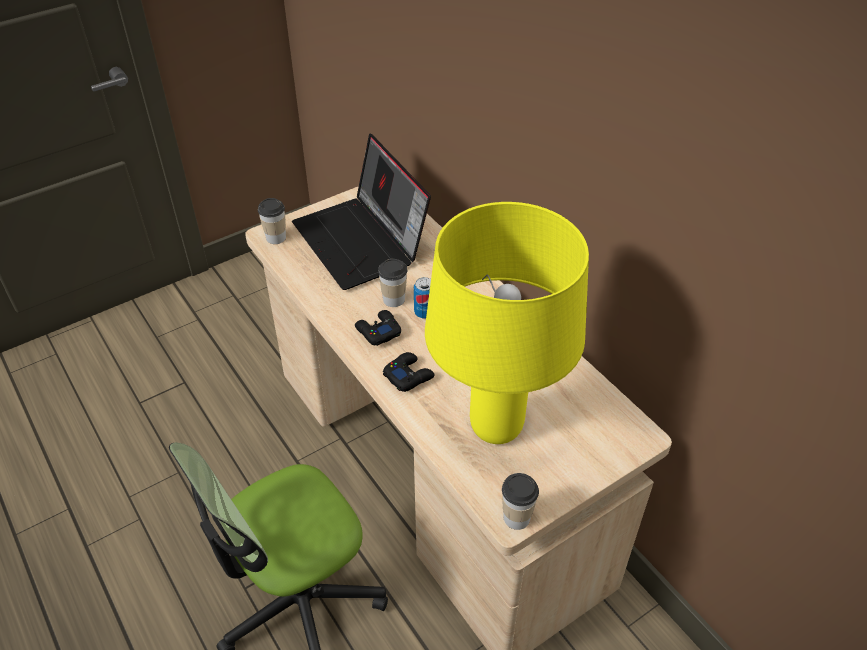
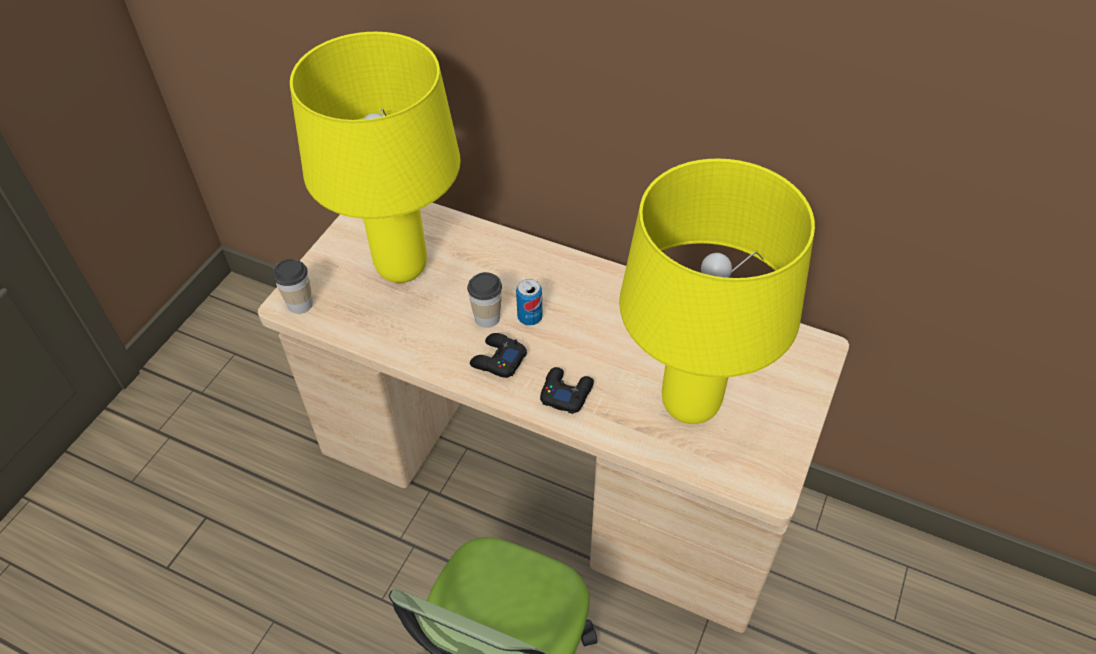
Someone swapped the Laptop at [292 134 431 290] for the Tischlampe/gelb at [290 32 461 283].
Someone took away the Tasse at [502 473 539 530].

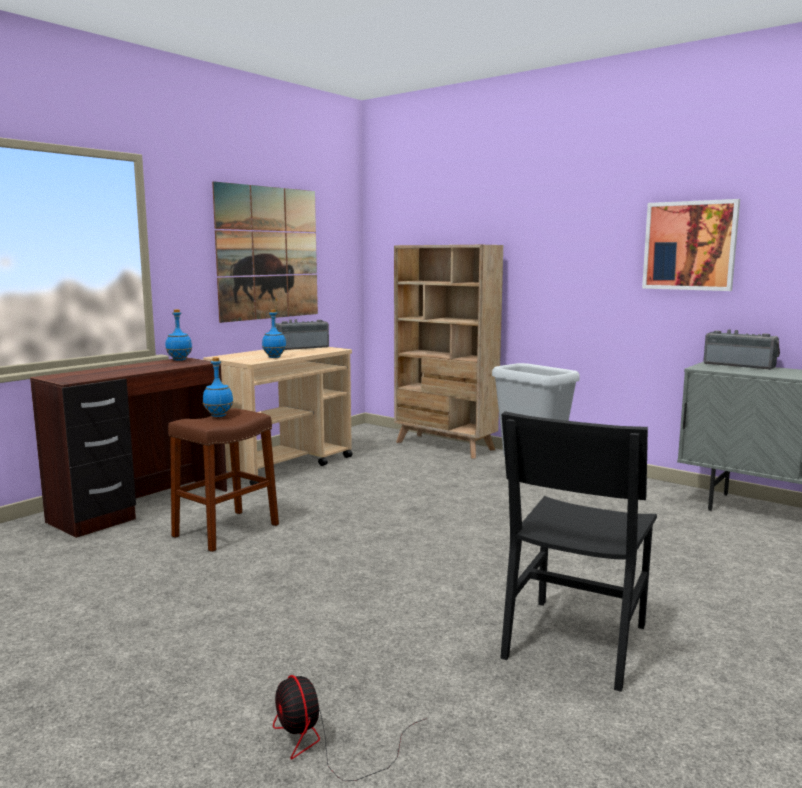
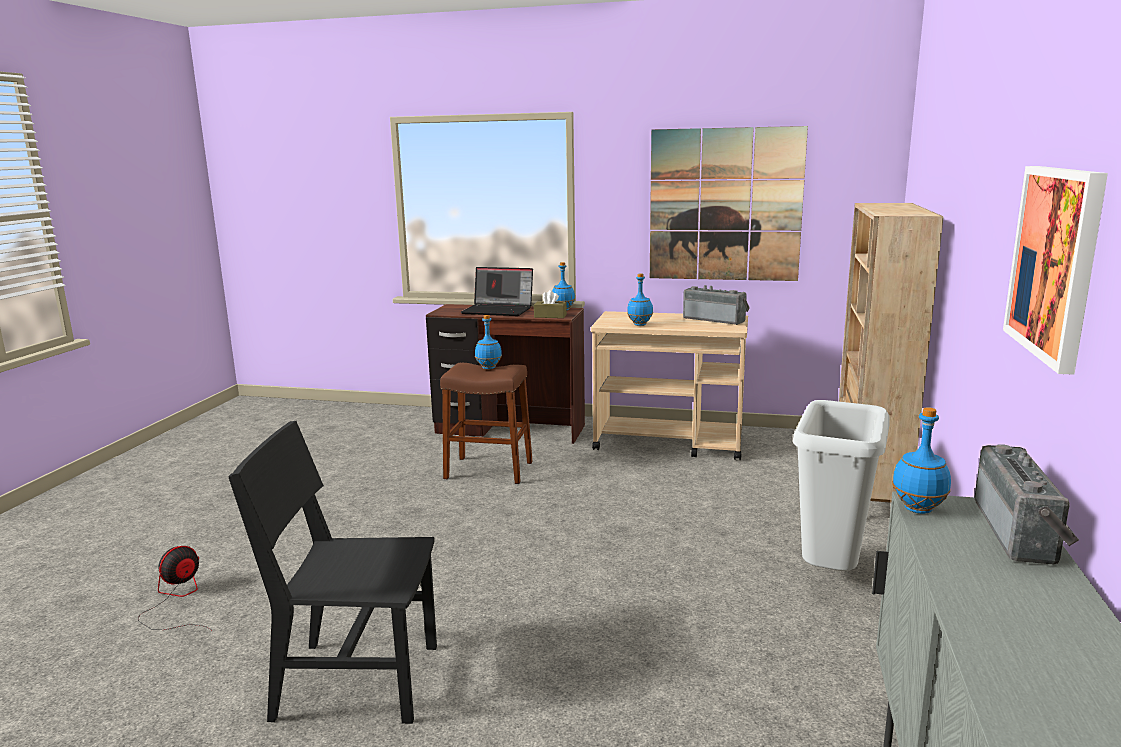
Someone put down the Laptop at [461 267 533 316].
Someone put down the Taschentuchbox/braun at [534 290 567 318].
Someone put down the Flasche/blau at [892 407 951 514].

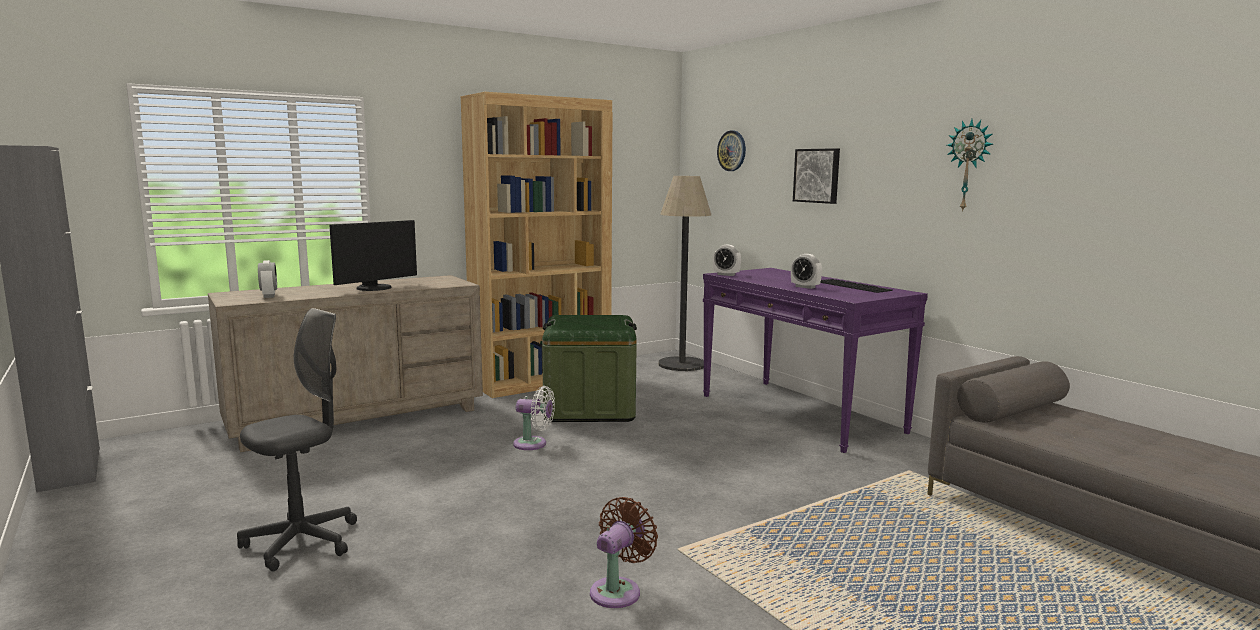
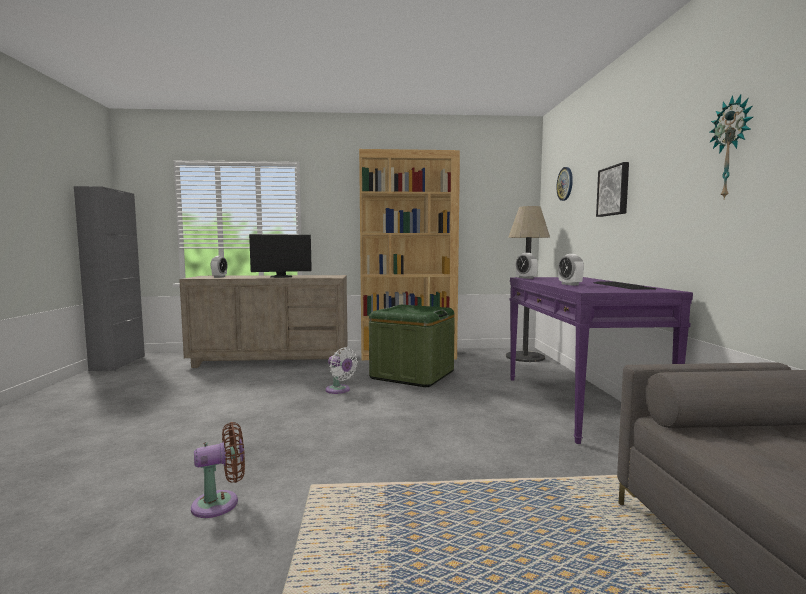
Someone took away the Bürostuhl/grau at [237 308 357 572].

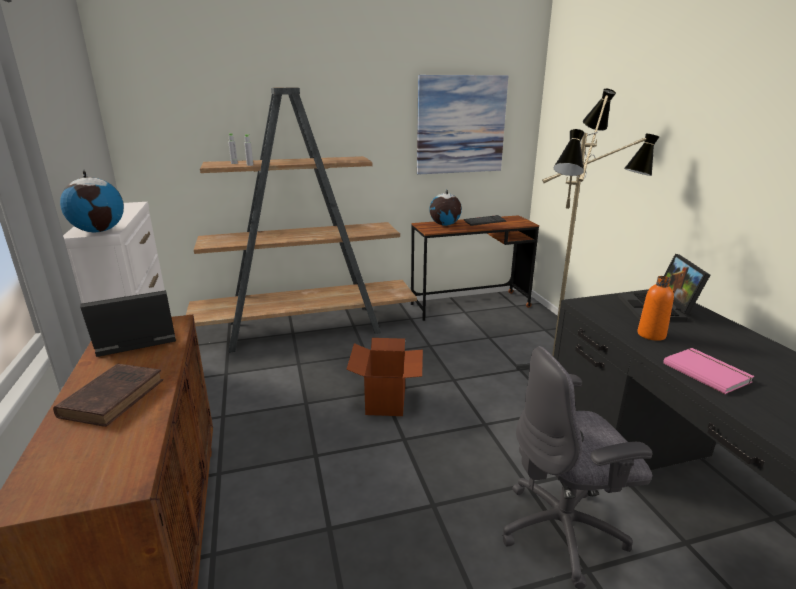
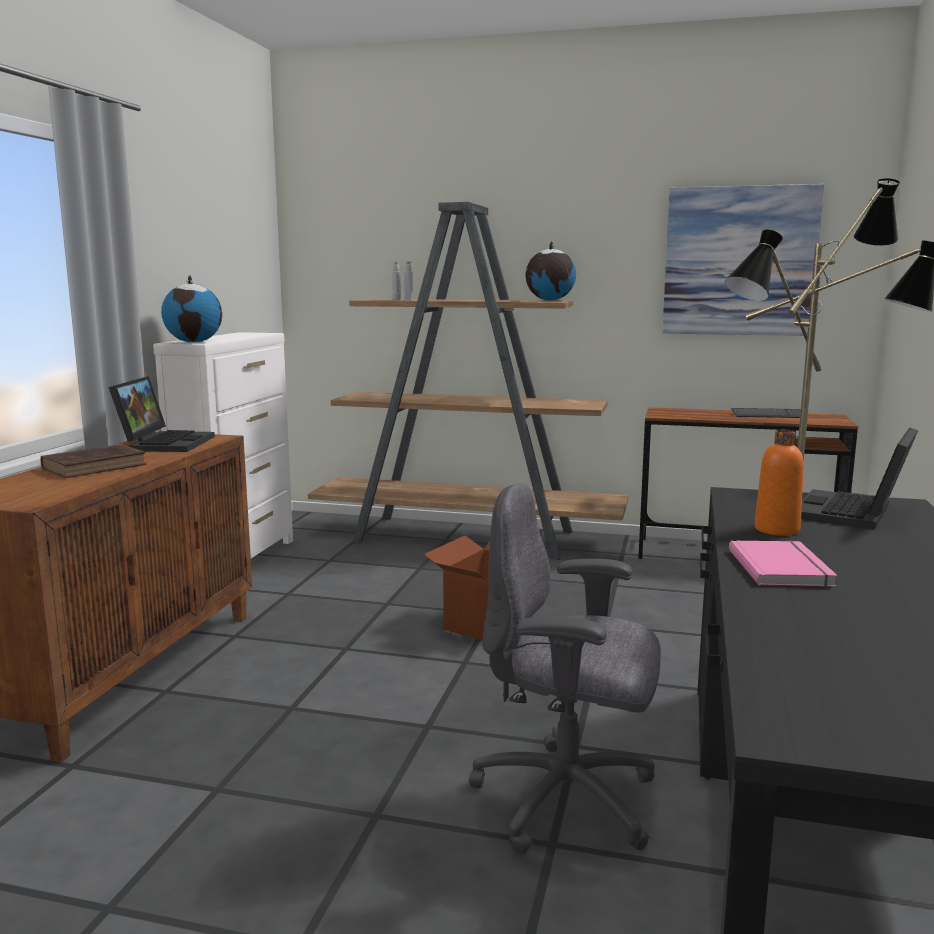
Someone carried the Globus from [430 189 462 226] to [525 241 576 301].
Someone rotated the Laptop at [80 290 176 357] by 90 degrees clockwise.

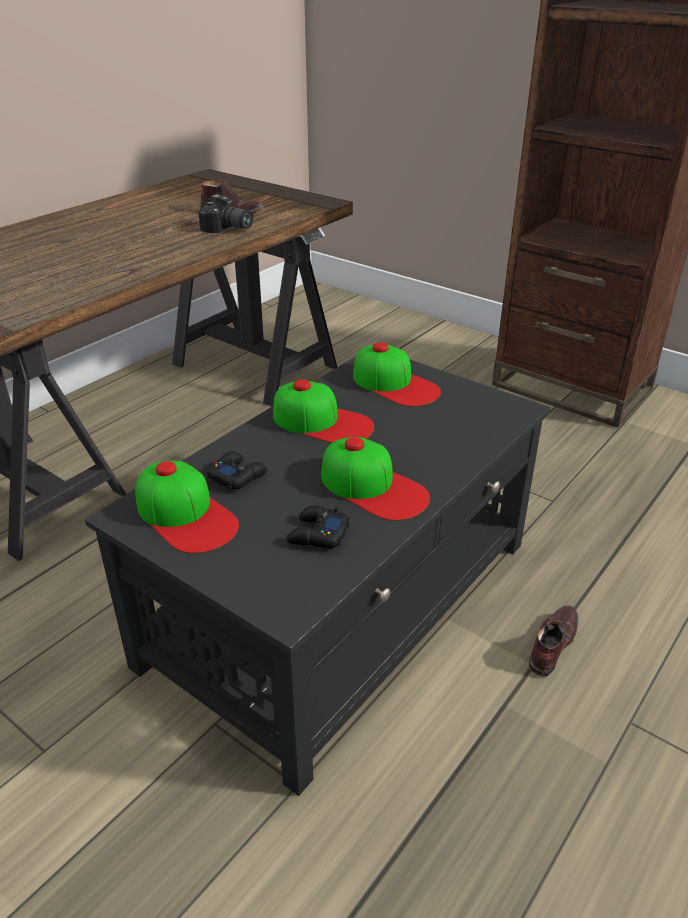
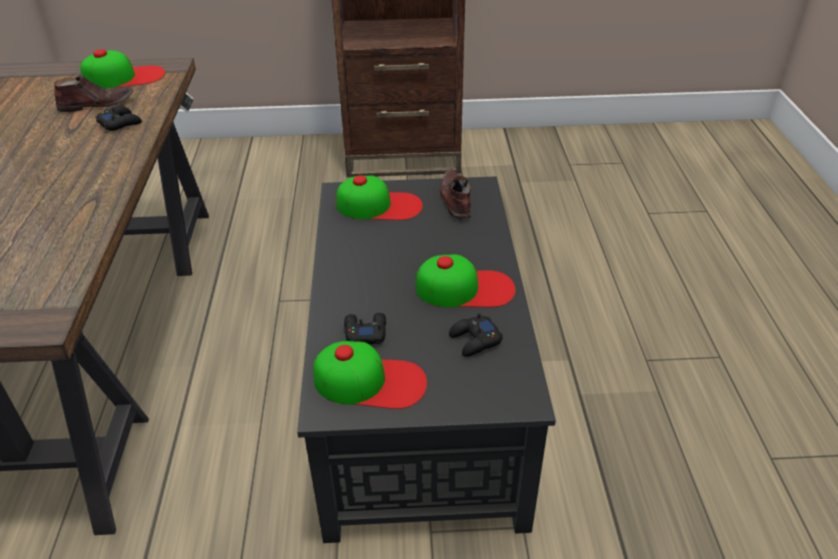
Someone swapped the Kamera at [199 194 253 233] for the Gamepad/schwarz at [95 105 142 131].
Someone carried the Kappe from [273 379 374 443] to [80 49 165 89].
Someone carried the Schuh/braun from [529 605 579 677] to [440 170 471 220].

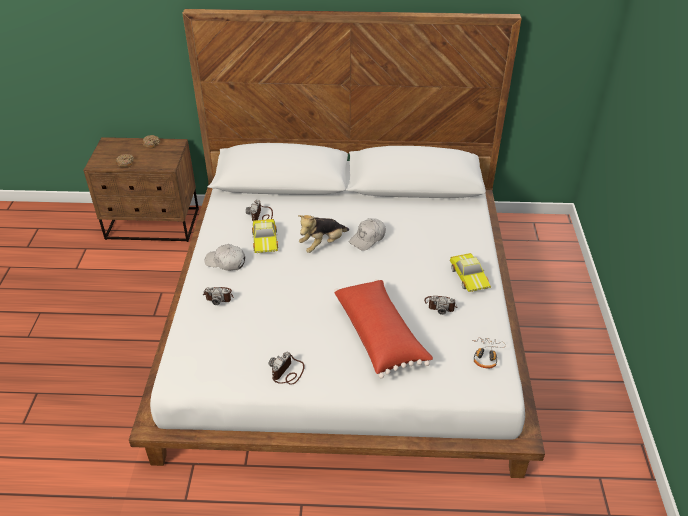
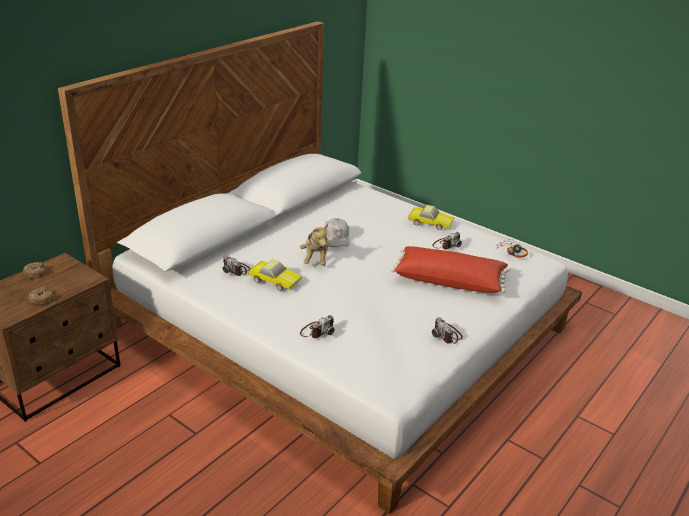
Someone took away the Kappe/weiß at [204 244 245 271].

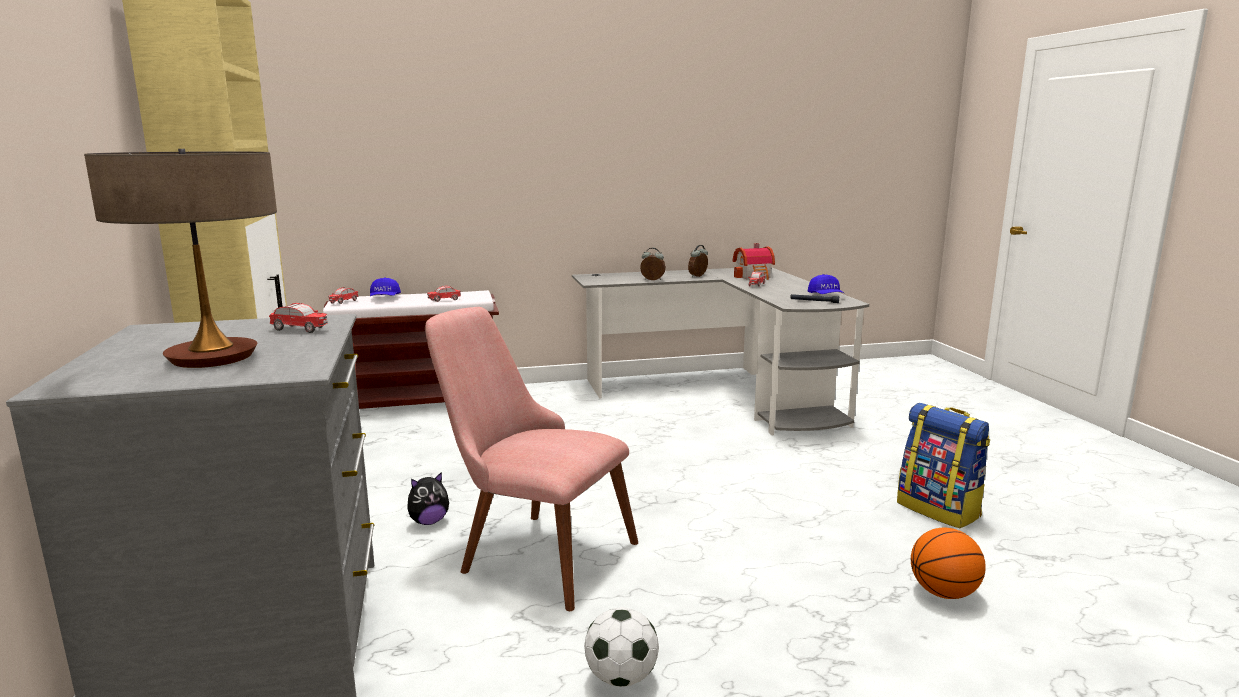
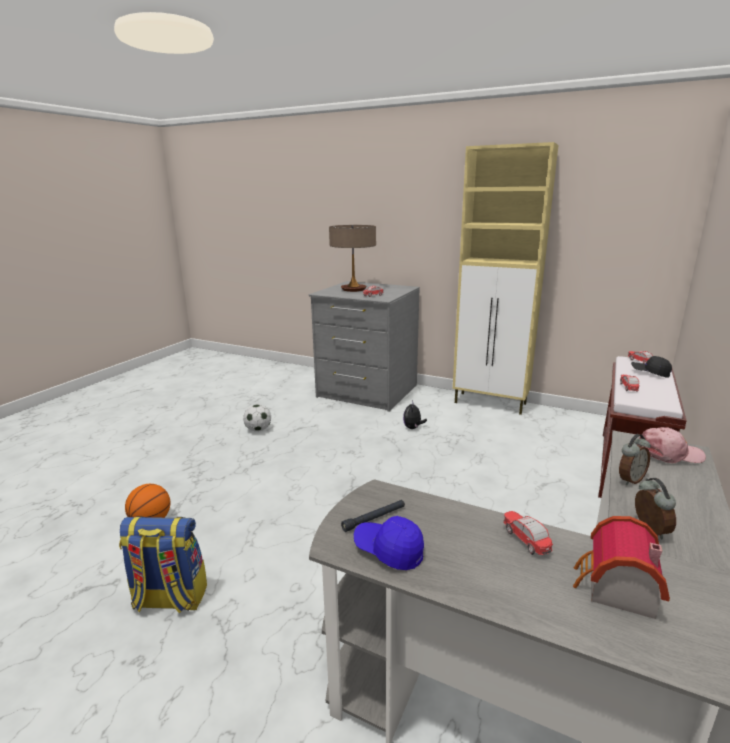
Someone repainted the Kappe/blau at [370 278 401 296], which became the Kappe/schwarz at [631 356 672 378].
Someone took away the Stuhl/rosa at [425 307 638 611].
Someone put down the Kappe/rosa at [638 427 706 463].

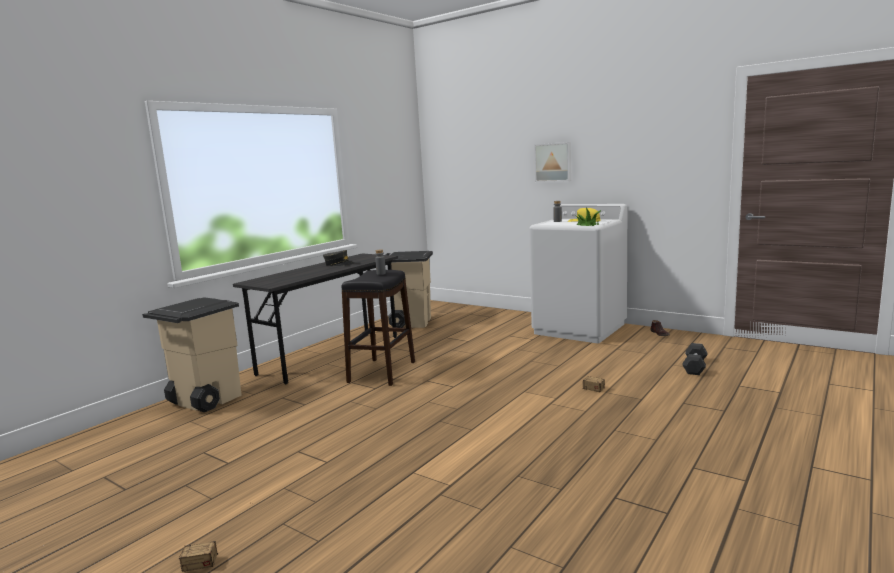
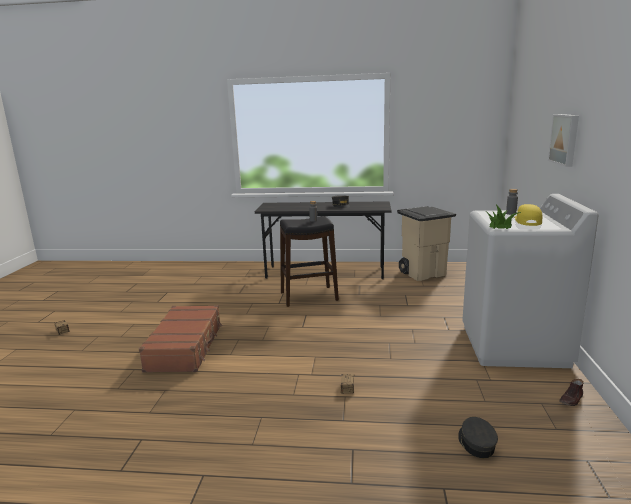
Someone took away the Mülleimer/beige at [142 297 242 412].
Someone swapped the Hantel/grau at [682 343 708 375] for the Kappe/grau at [458 417 498 458].
Someone put down the Koffer/braun at [139 305 222 373].

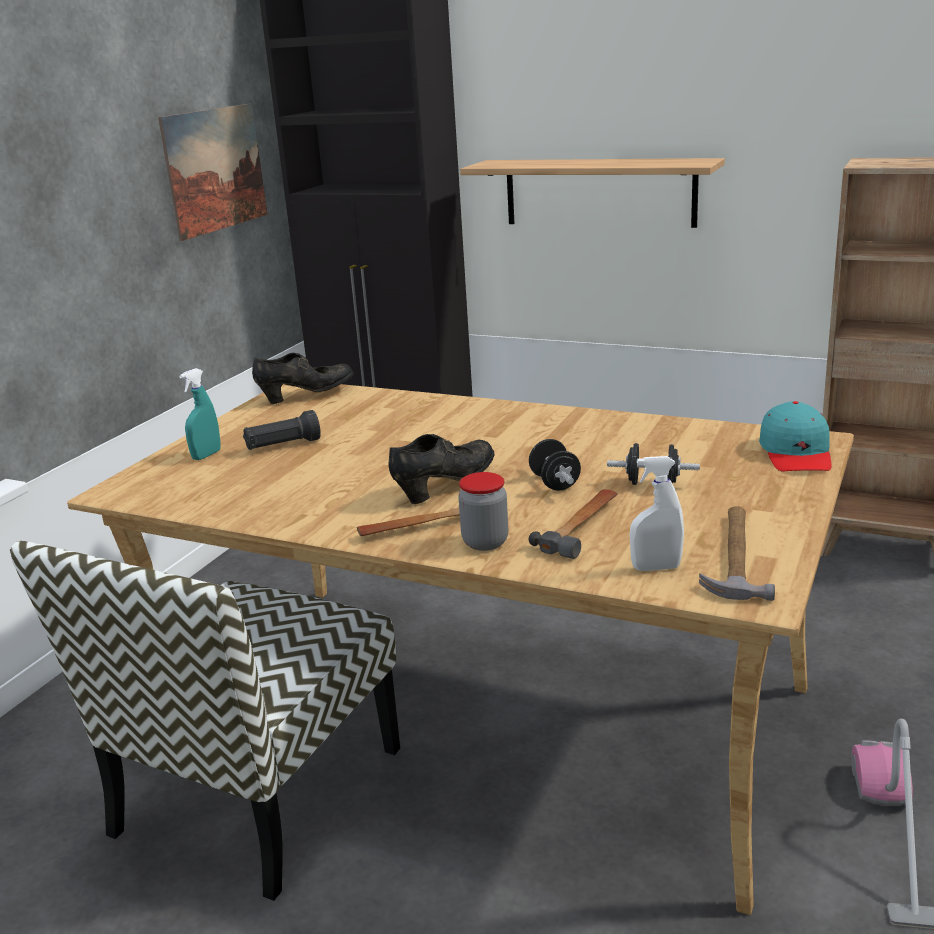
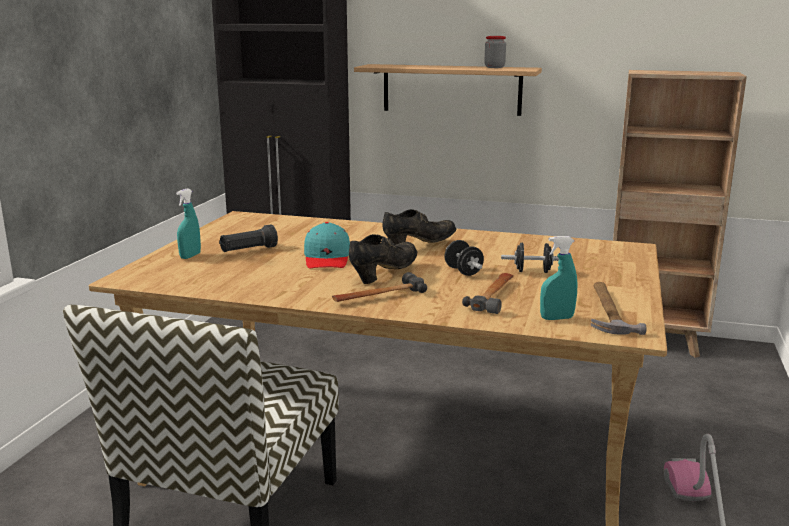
Someone took away the Bild at [158 103 267 241].
Someone carried the Schuh/schwarz from [252 353 354 404] to [383 209 456 245].
Someone carried the Kappe/türkis from [759 401 832 471] to [304 222 350 269].
Someone repainted the Sprühflasche/weiß at [630 456 684 571], which became the Sprühflasche/türkis at [540 236 578 320].
Someone carried the Vorratsglas from [458 472 508 551] to [485 36 506 68].

